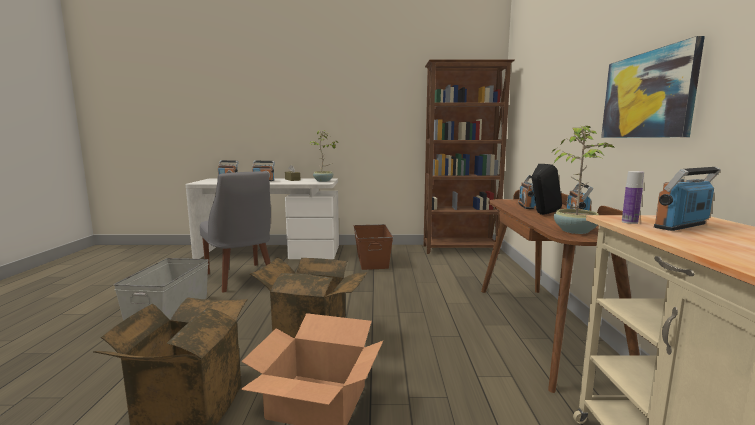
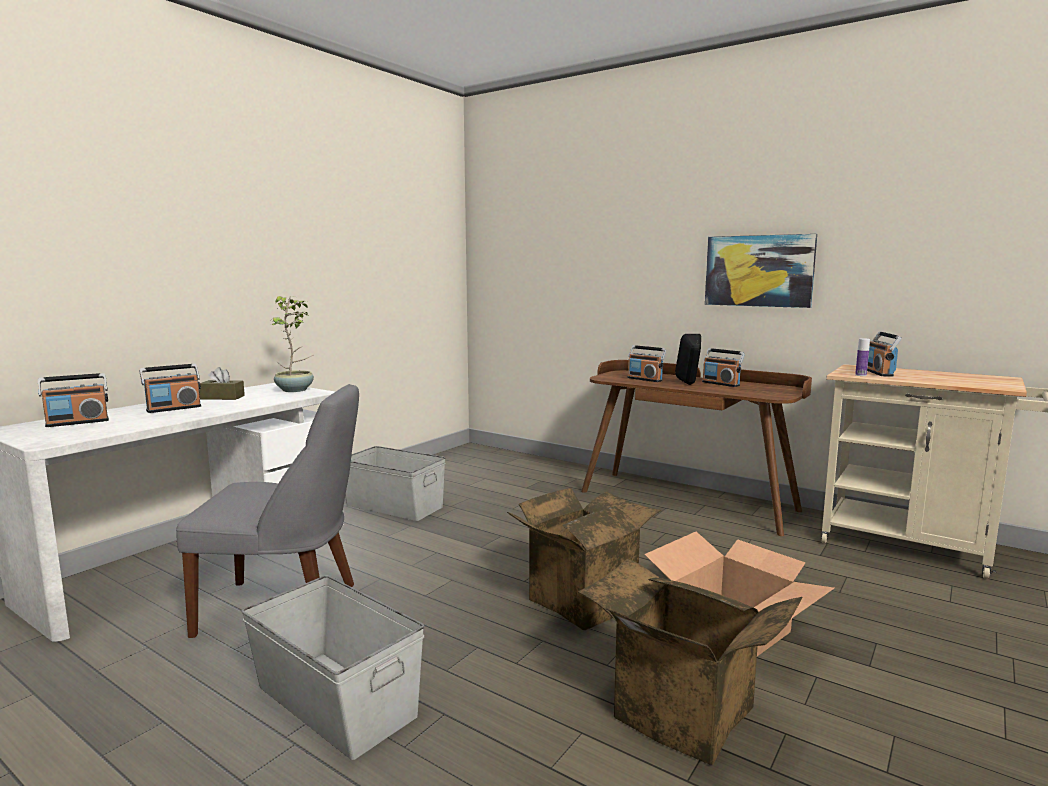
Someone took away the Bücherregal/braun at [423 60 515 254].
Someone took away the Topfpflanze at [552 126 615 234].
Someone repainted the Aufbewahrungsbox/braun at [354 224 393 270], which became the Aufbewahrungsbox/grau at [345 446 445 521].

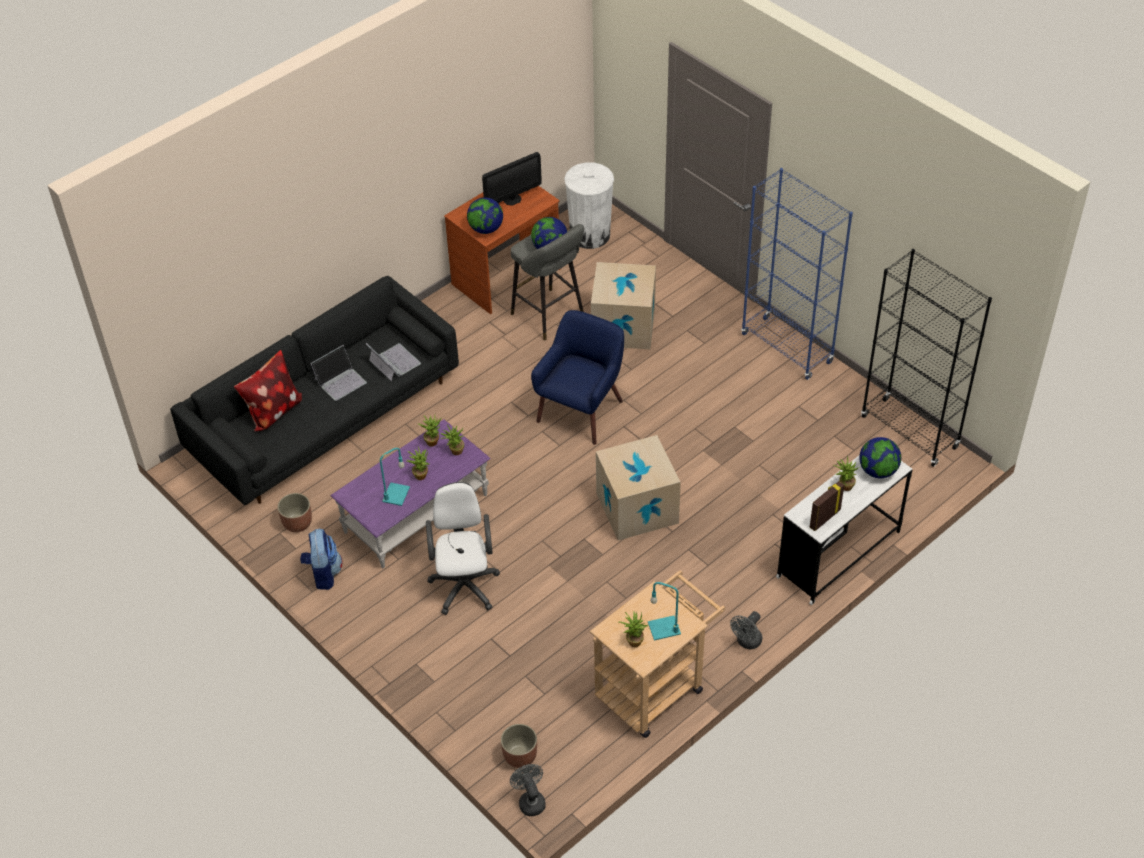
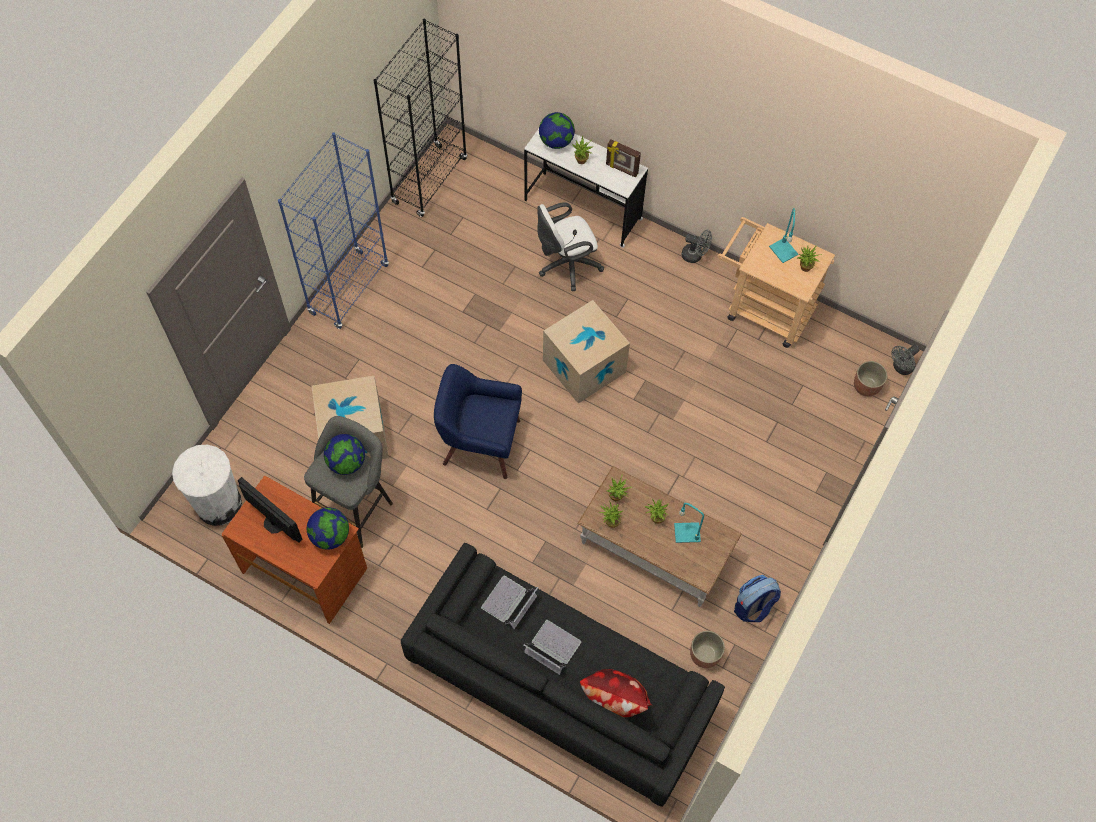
Someone repainted the Couchtisch/lila at [330 419 491 568], which became the Couchtisch/braun at [577 466 742 607].
Someone carried the Bürostuhl/weiß from [426 482 500 615] to [537 202 604 291].

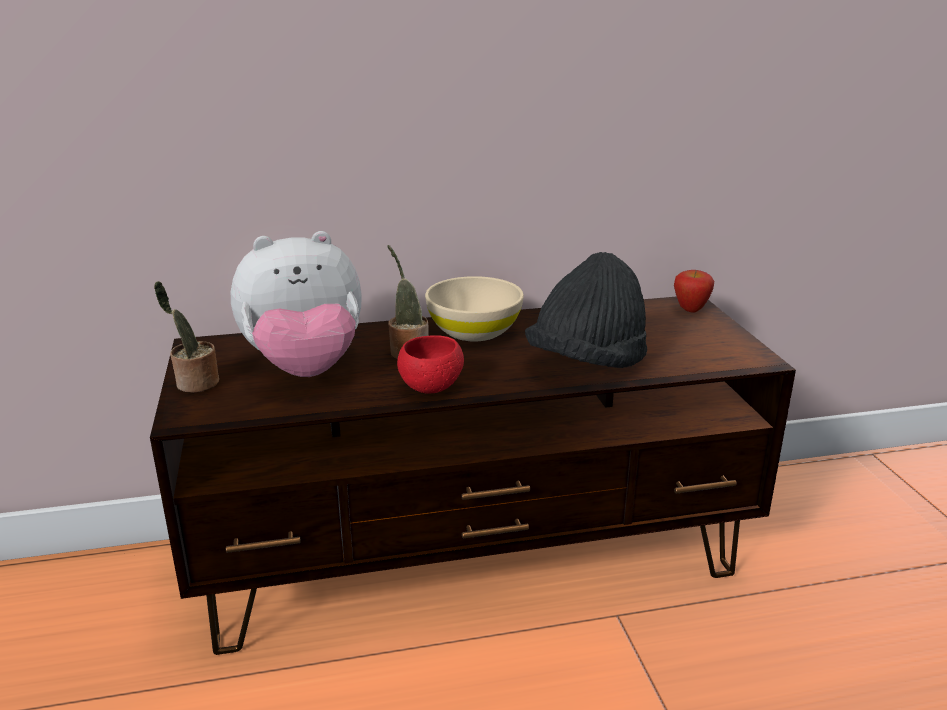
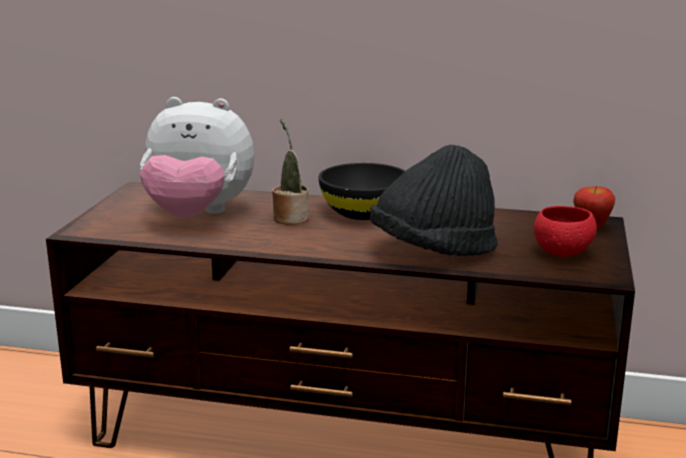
Someone repainted the Schüssel/beige at [425 276 524 341], which became the Schüssel/schwarz at [319 163 405 220].
Someone took away the Topfpflanze at [154 281 219 392].
Someone carried the Schüssel/rot from [397 335 464 394] to [534 206 597 257].

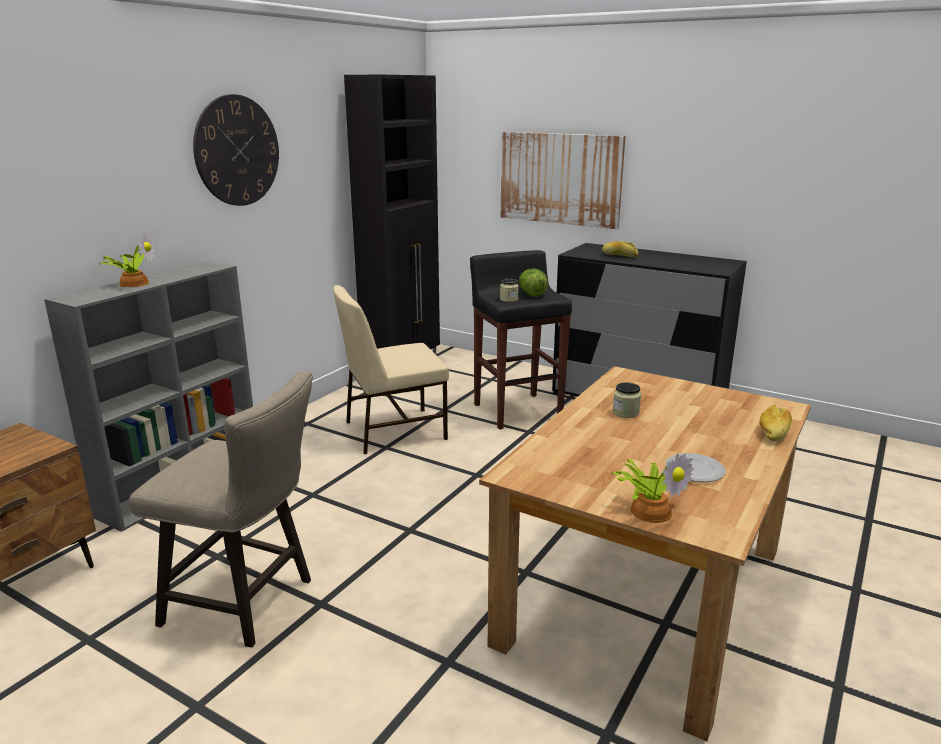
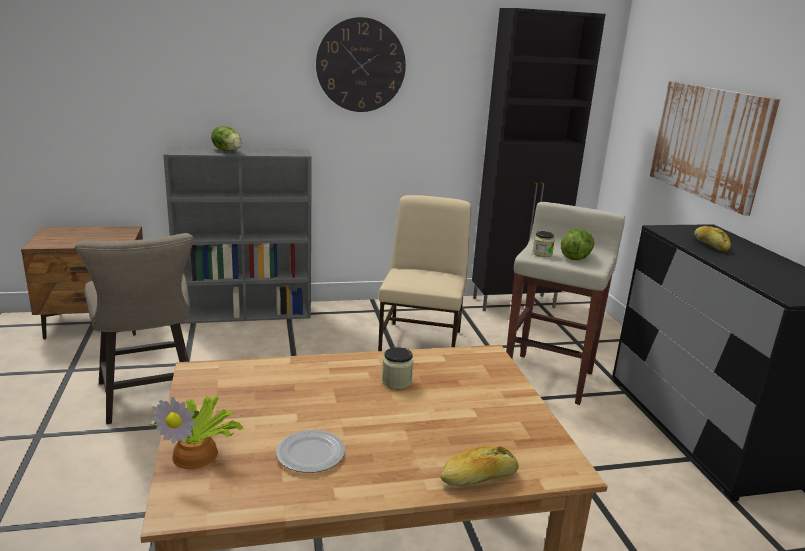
Someone swapped the Topfpflanze at [99 232 155 287] for the Salatkopf at [211 126 241 151].
Someone repainted the Hocker/schwarz at [470 250 572 430], which became the Hocker/beige at [506 202 625 405].
Someone rotated the Stuhl/beige at [333 285 449 454] by 75 degrees clockwise.

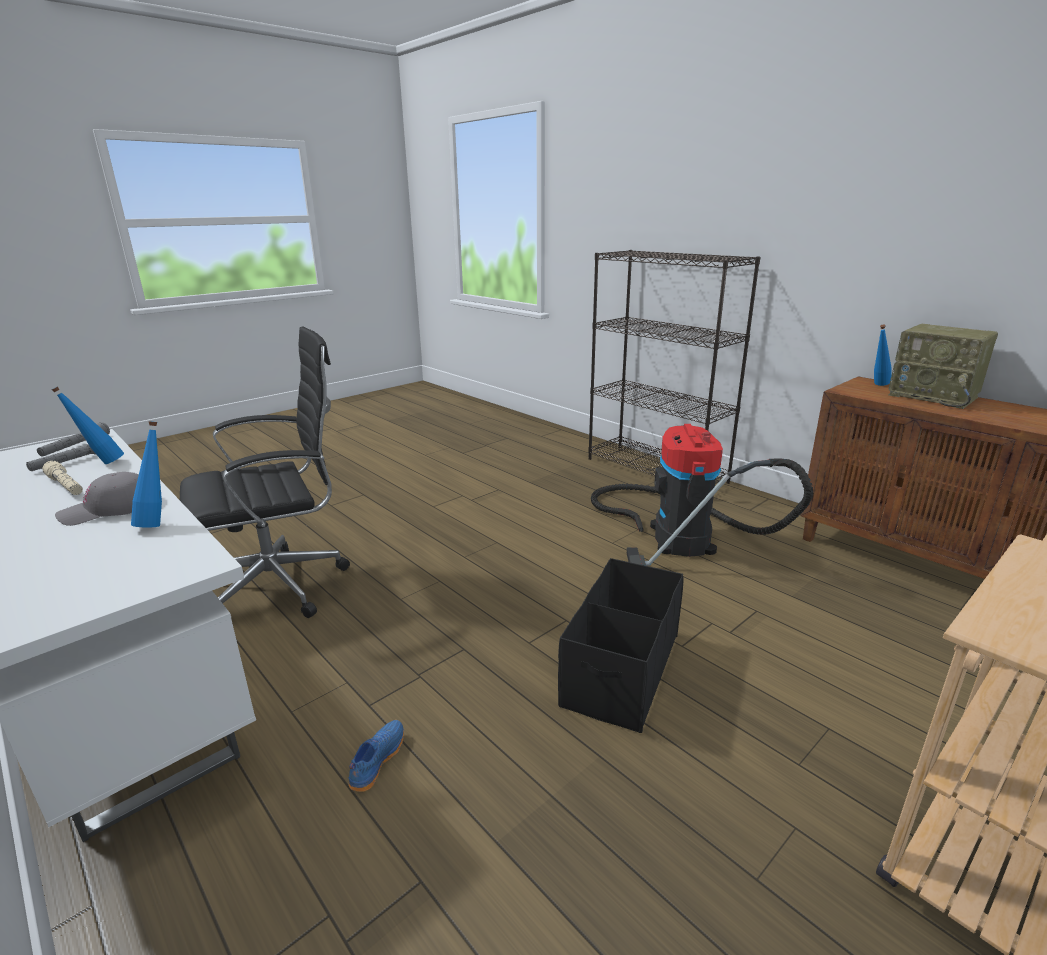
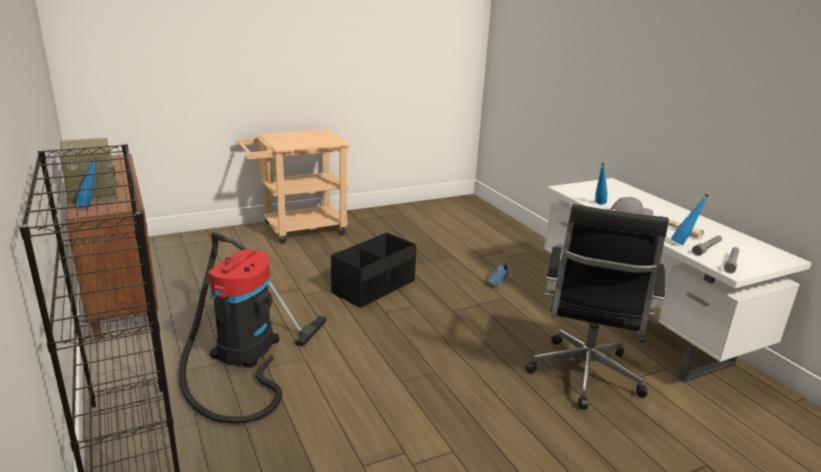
Someone rotated the Bürostuhl/schwarz at [180 326 350 618] by 60 degrees counterclockwise.

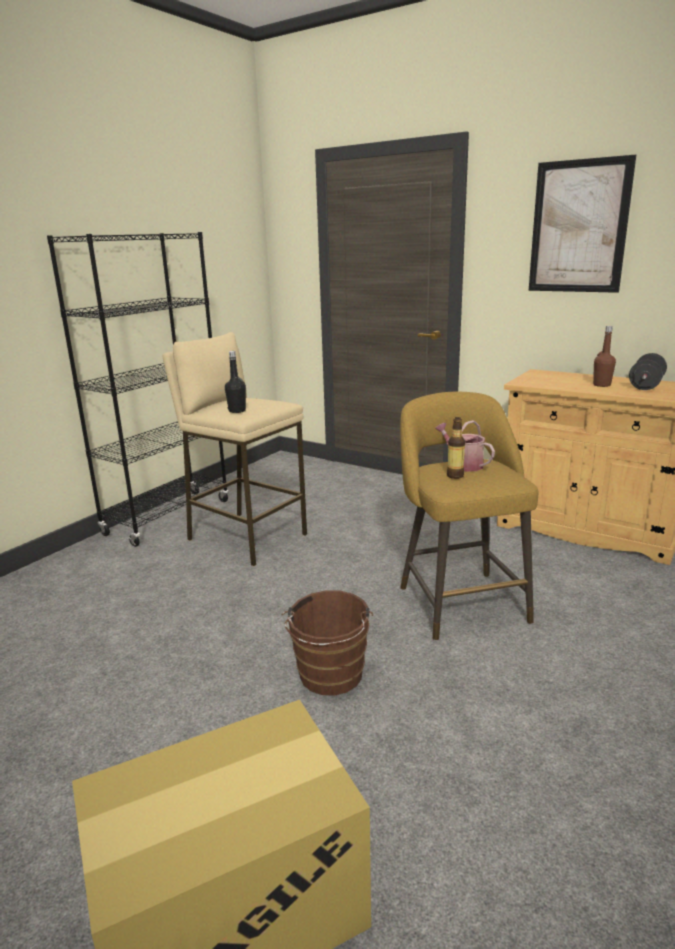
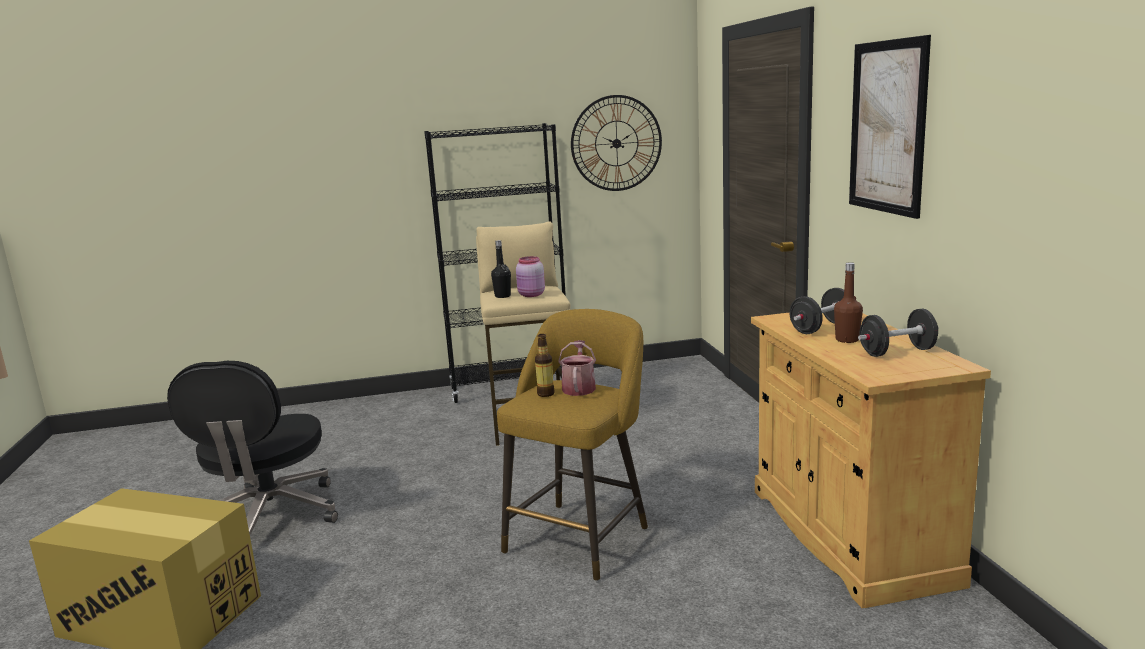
Someone took away the Eimer/braun at [281 590 373 696].
Someone put up the Wanduhr at [571 95 662 191].
Someone put down the Vorratsglas/rosa at [516 256 545 297].
Someone put down the Hantel/schwarz at [789 288 844 334].
Someone put down the Bürostuhl/schwarz at [167 361 338 535].

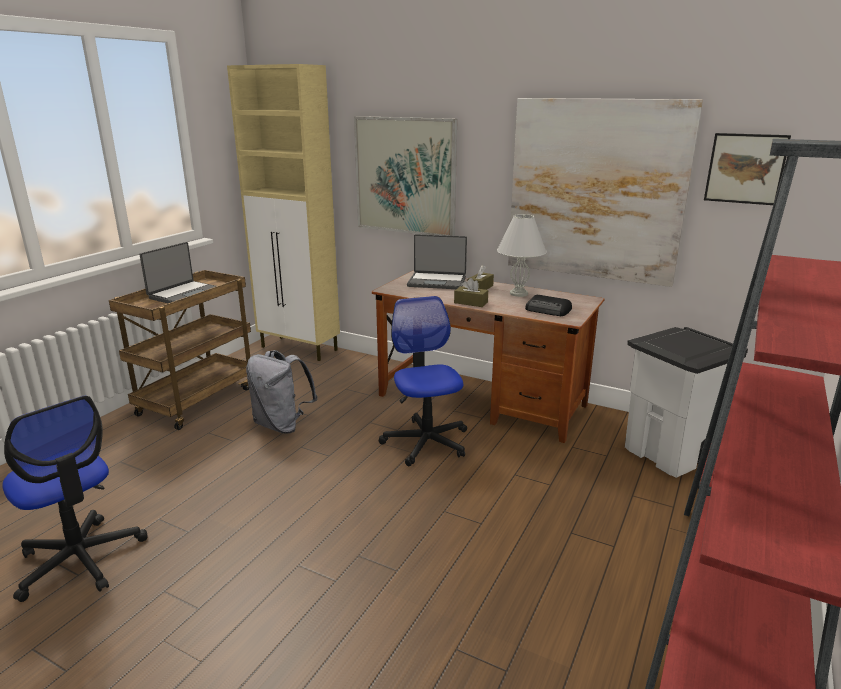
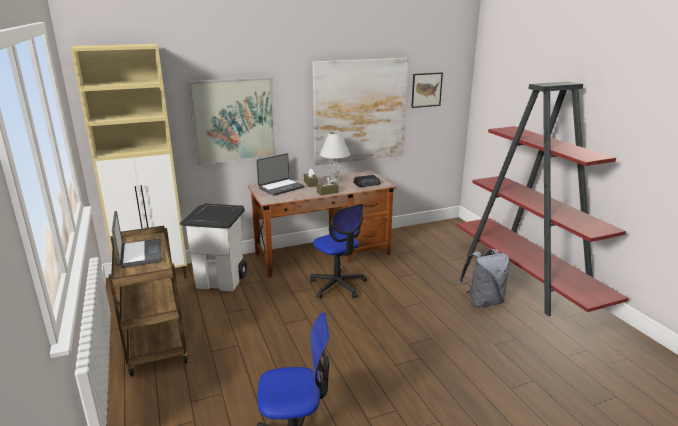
Someone rotated the Bürostuhl at [379 296 467 466] by 150 degrees counterclockwise.
Someone carried the Mülleimer/weiß from [625 327 748 478] to [180 203 247 291].
Someone carried the Rucksack/grau from [246 350 318 434] to [459 249 509 308].

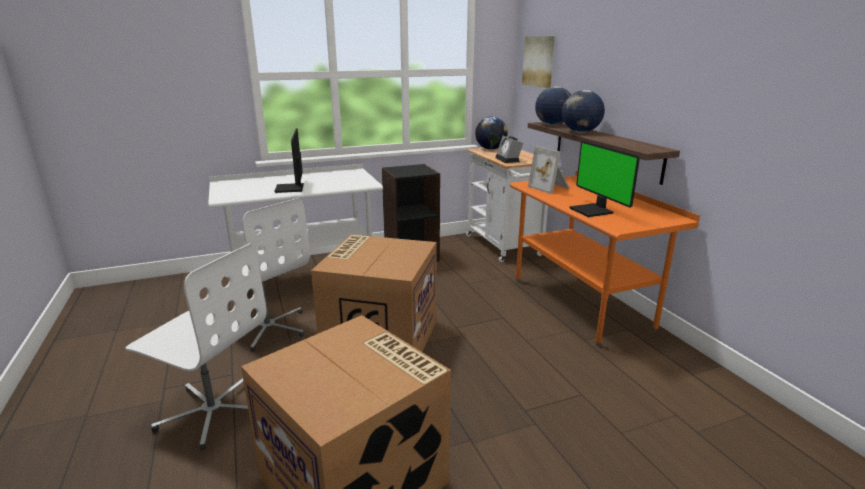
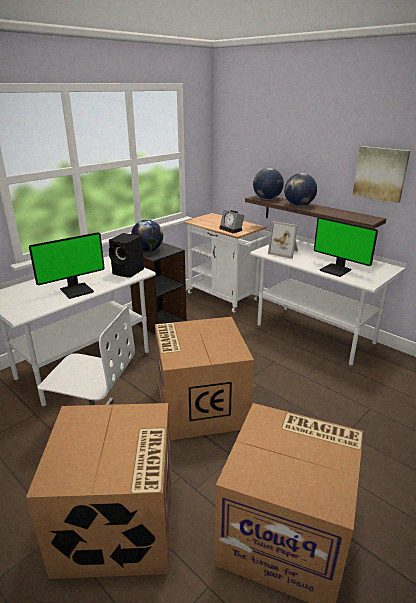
Someone carried the Bild from [522 36 555 88] to [353 146 410 203].
Someone carried the Globus from [475 117 508 150] to [131 220 163 252].
Someone rotated the Monitor at [275 128 304 193] by 90 degrees counterclockwise.
Someone repainted the Schreibtisch/orange at [510 171 700 346], which became the Schreibtisch/weiß at [250 236 406 368].
Someone swapped the Bürostuhl/weiß at [125 243 267 450] for the Karton at [26 403 172 579].
Someone put down the Lautsprecher/schwarz at [109 233 144 278].

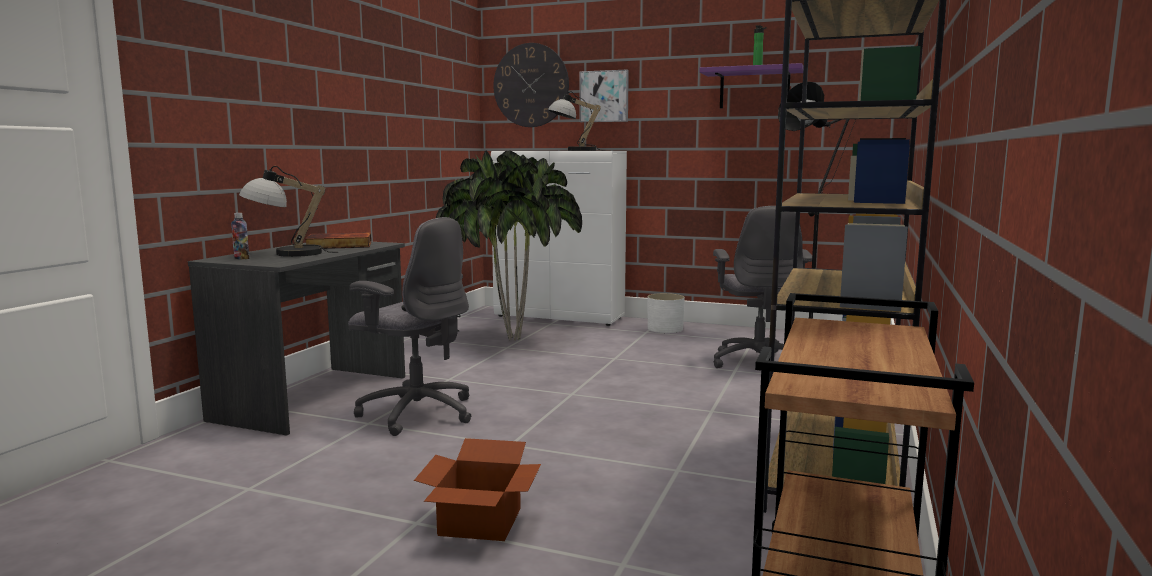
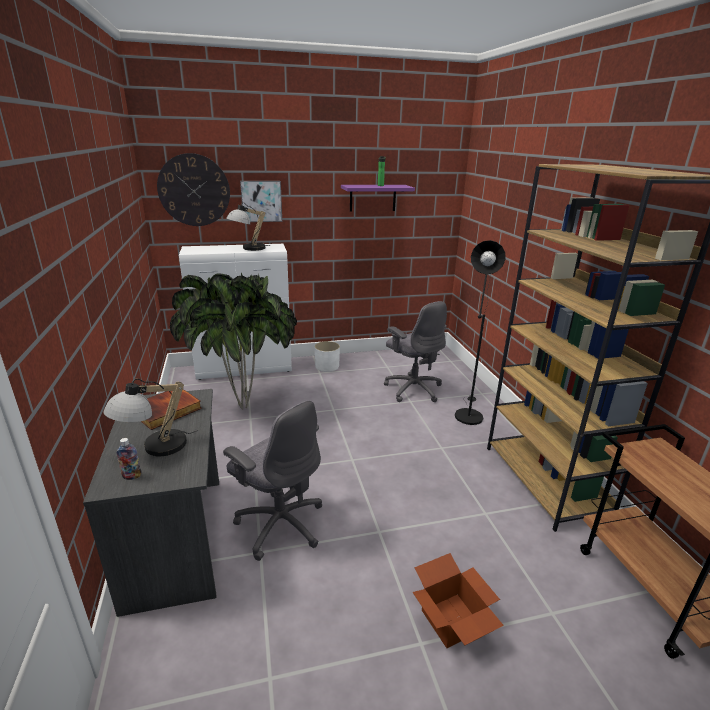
Someone rotated the Bürostuhl/grau at [348 217 471 436] by 45 degrees clockwise.

